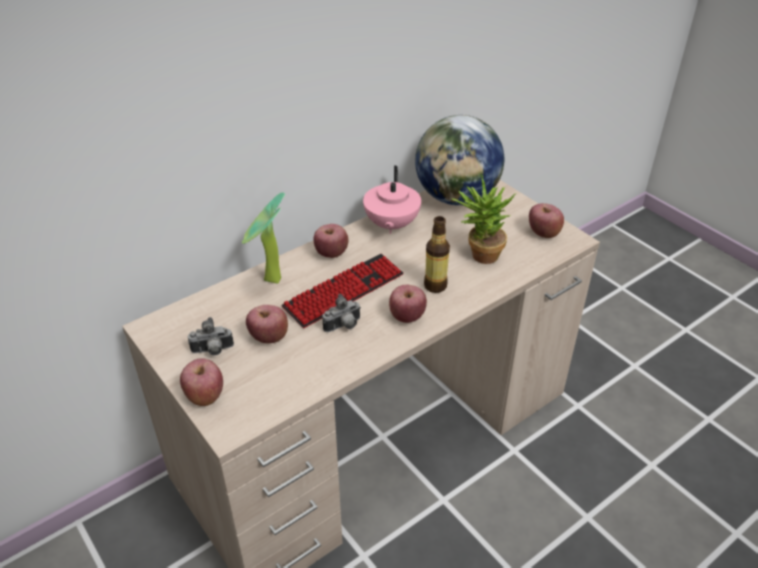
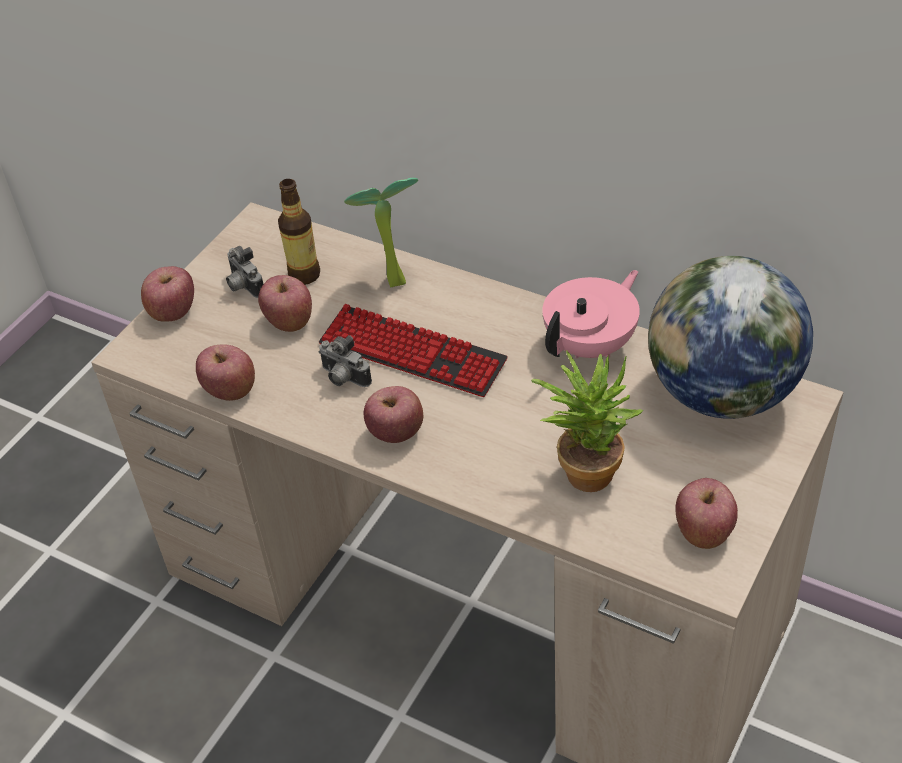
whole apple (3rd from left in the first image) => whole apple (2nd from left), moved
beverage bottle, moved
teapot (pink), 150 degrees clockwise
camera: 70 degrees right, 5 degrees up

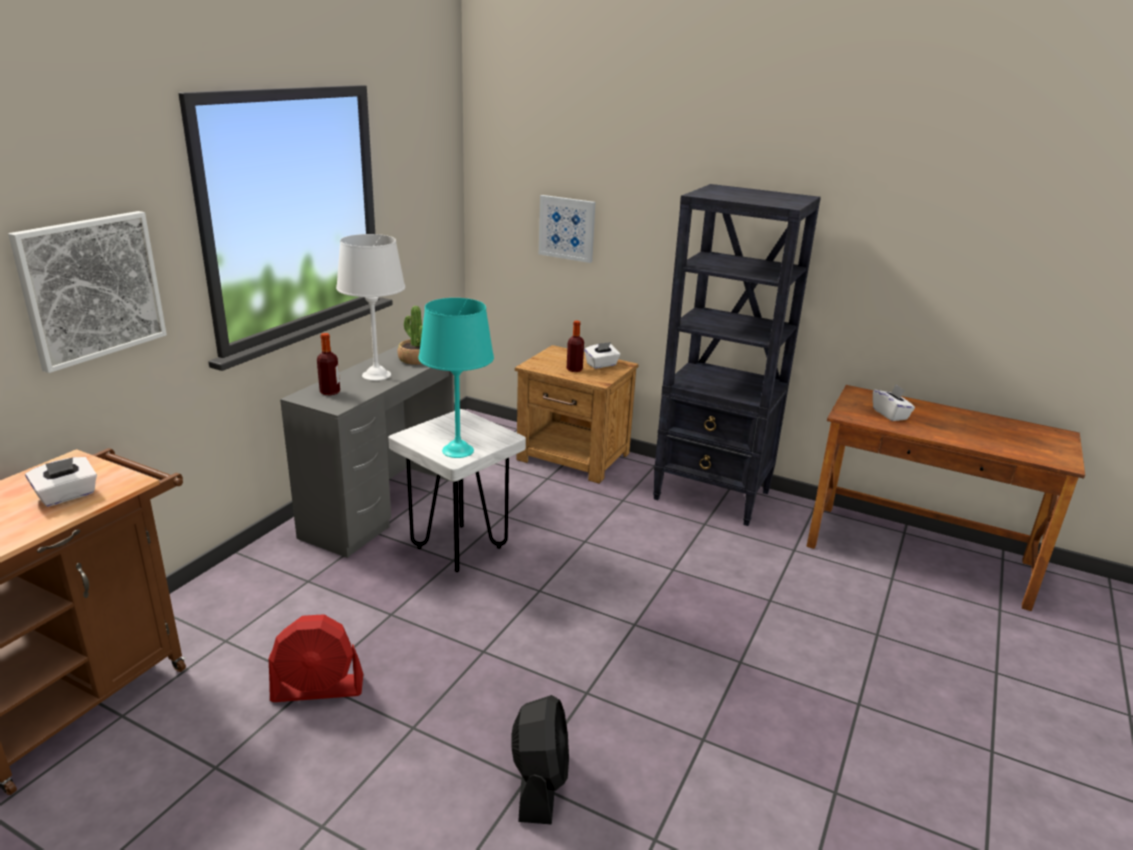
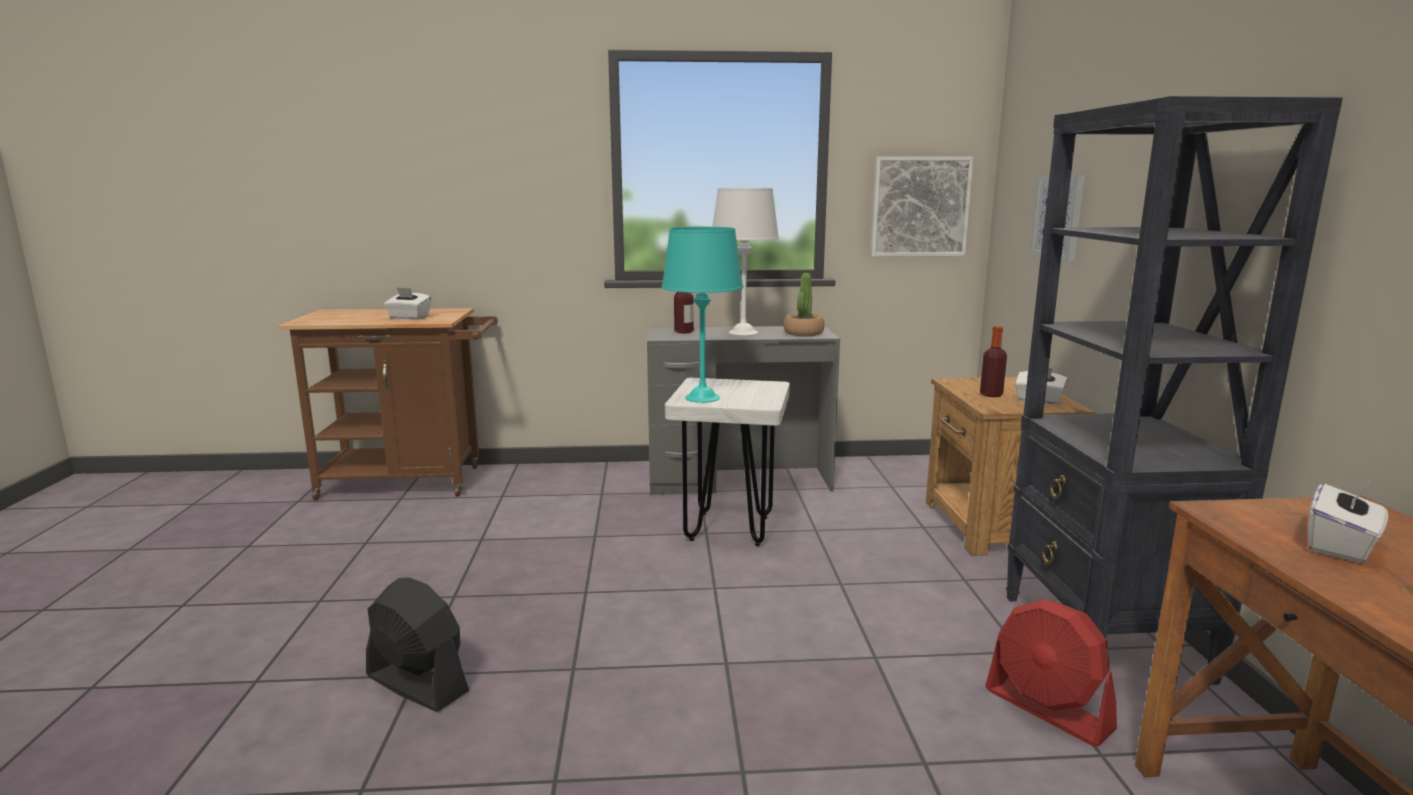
wall picture (1st from left), moved
cooling fan (red-coloured), moved
cooling fan (black-coloured), 120 degrees counterclockwise
camera: 60 degrees right, 10 degrees down

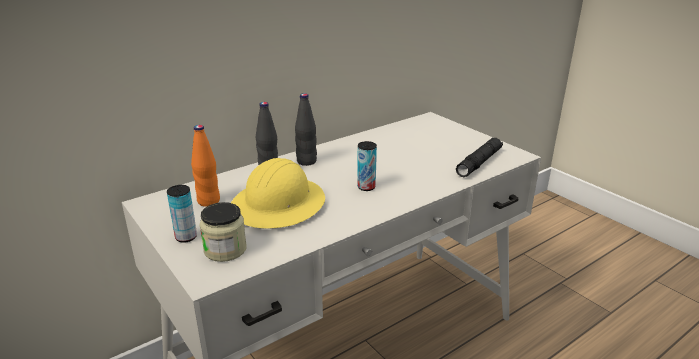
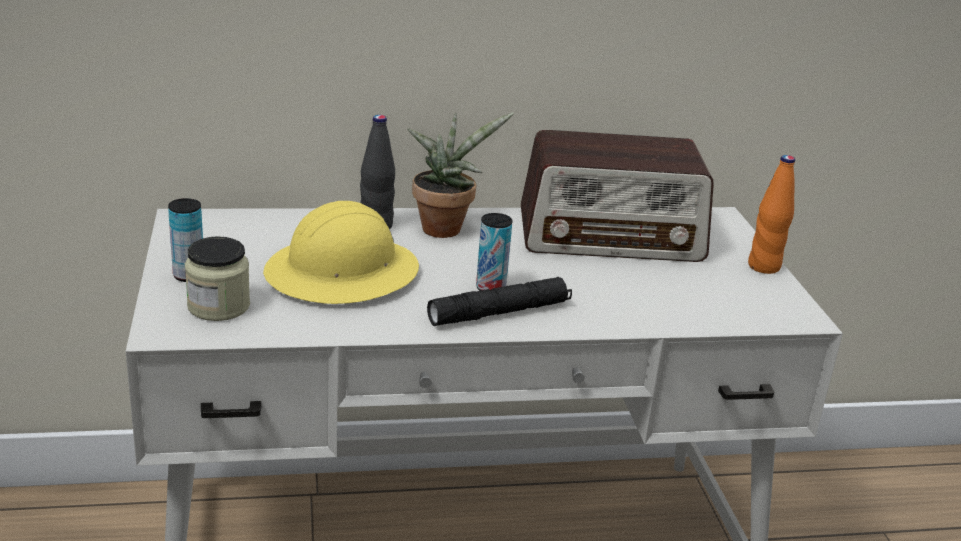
nothing => radio set
beverage bottle (orange), moved
flashlight (black-coloured), moved
beverage bottle (black-coloured) (2nd from left) => houseplant
camera: 25 degrees right, 0 degrees up

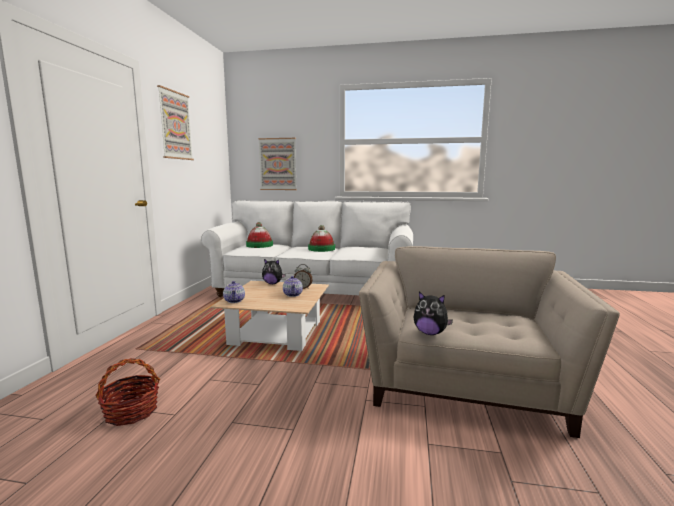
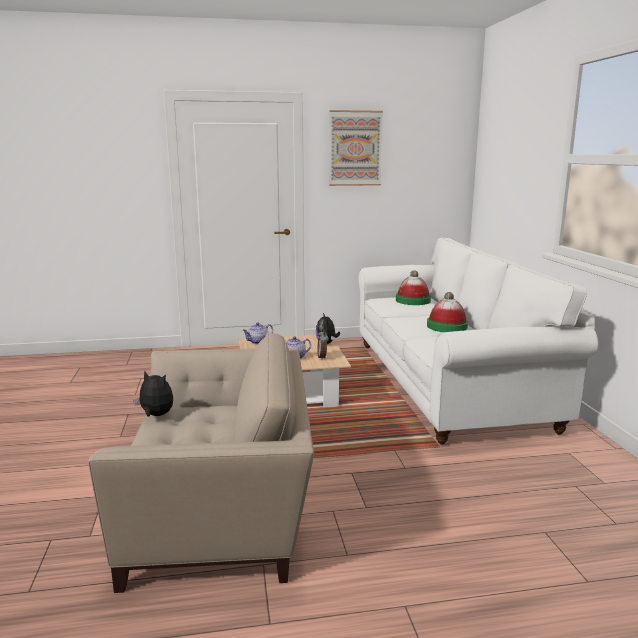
household basket => nothing
wall picture (2nd from left) => nothing
soft toy (2nd from left in the first image) => soft toy (1st from left), 105 degrees clockwise
camera: 70 degrees right, 5 degrees up

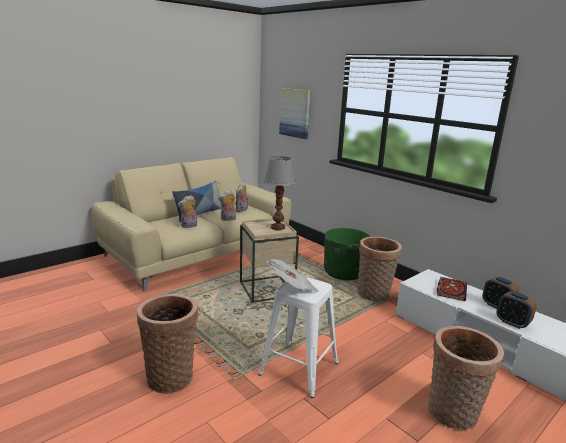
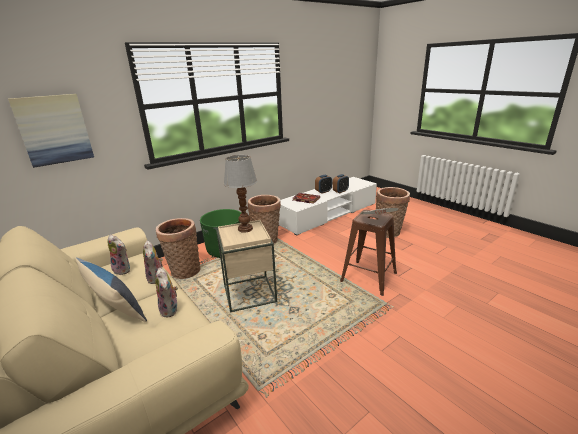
household basket (1st from left), moved
stool seat (white) => stool seat (brownish)
camera: 85 degrees left, 5 degrees up

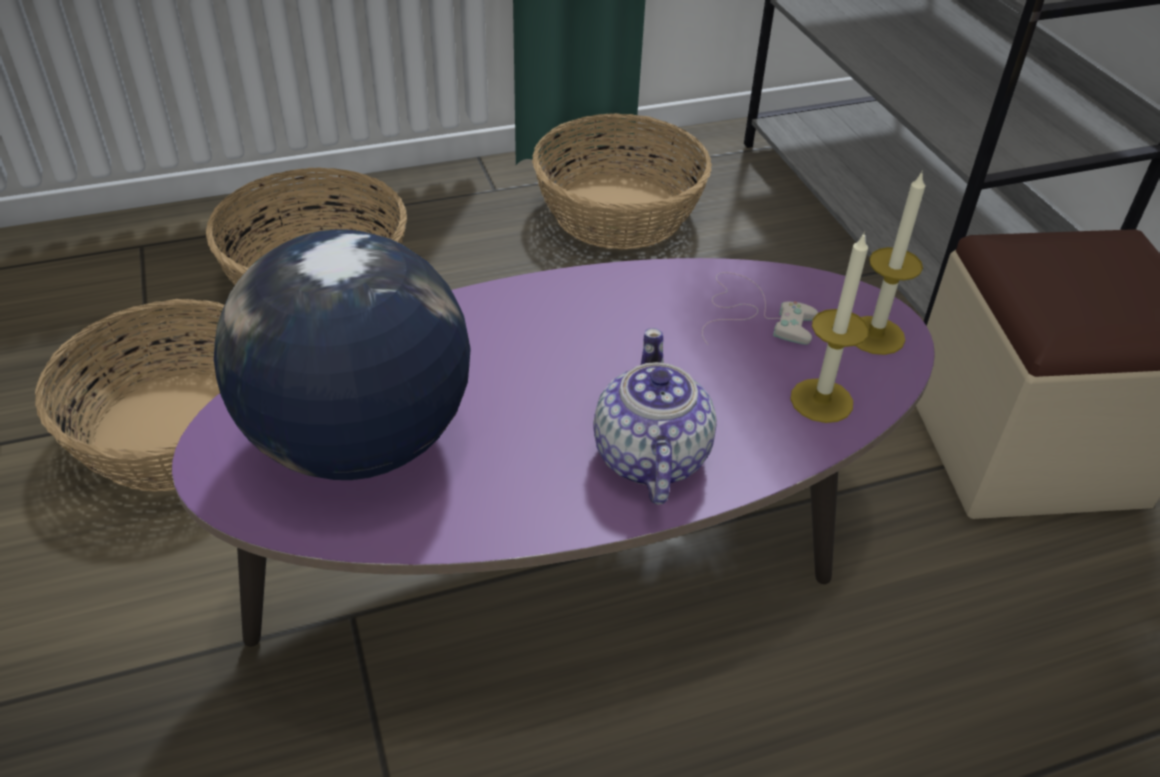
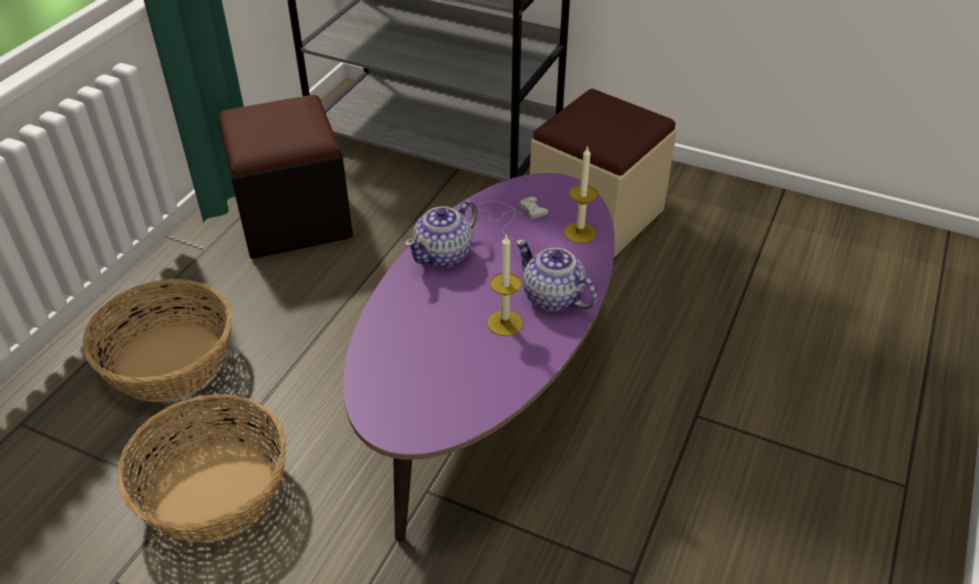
desk globe => nothing
nothing => teapot (1st from left)
candle (2nd from left in the first image) => candle (1st from left), moved
household basket (3rd from left) => footrest (black-coloured)
camera: 45 degrees left, 0 degrees up

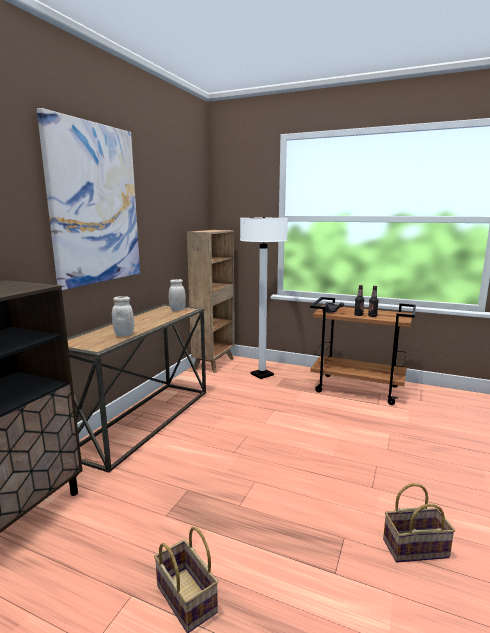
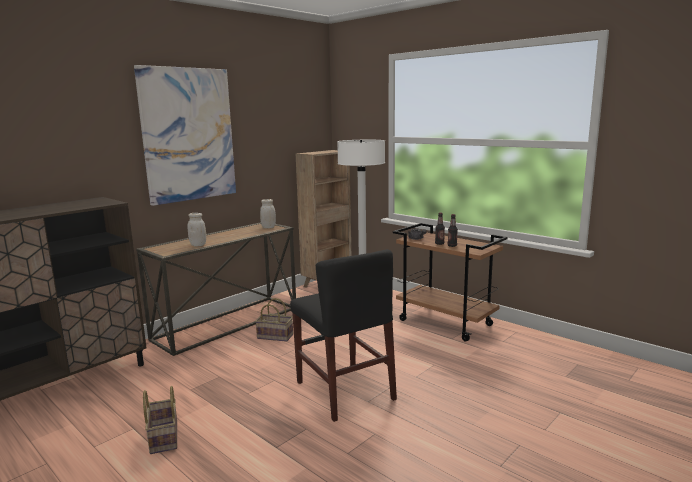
nothing => chair (black-coloured)
household basket (2nd from left), moved
camera: 20 degrees right, 0 degrees up

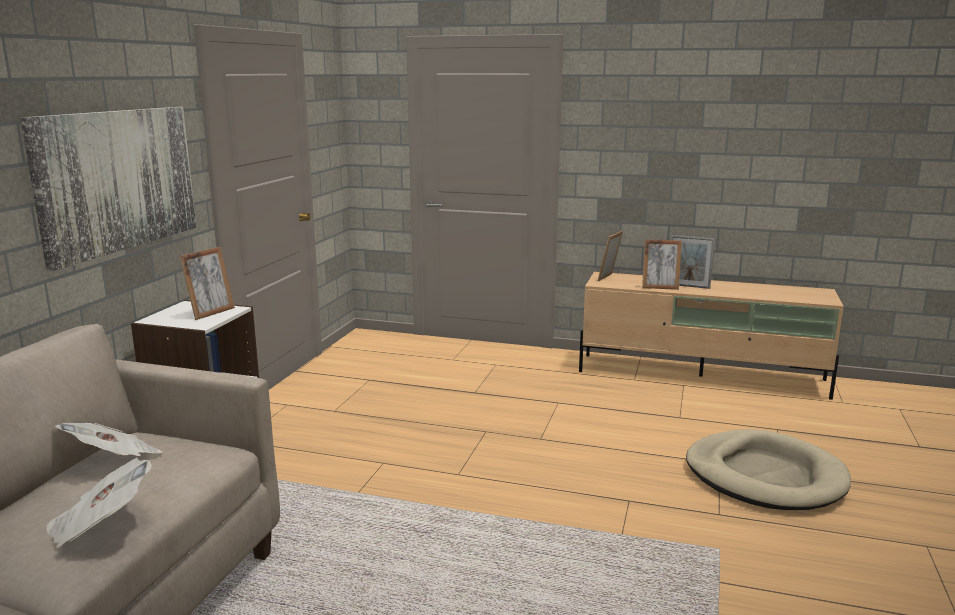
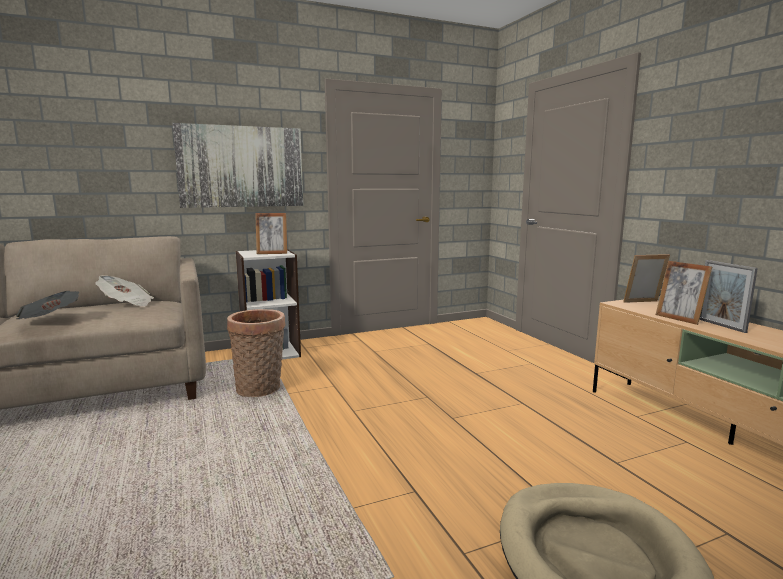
nothing => household basket
camera: 50 degrees right, 5 degrees down

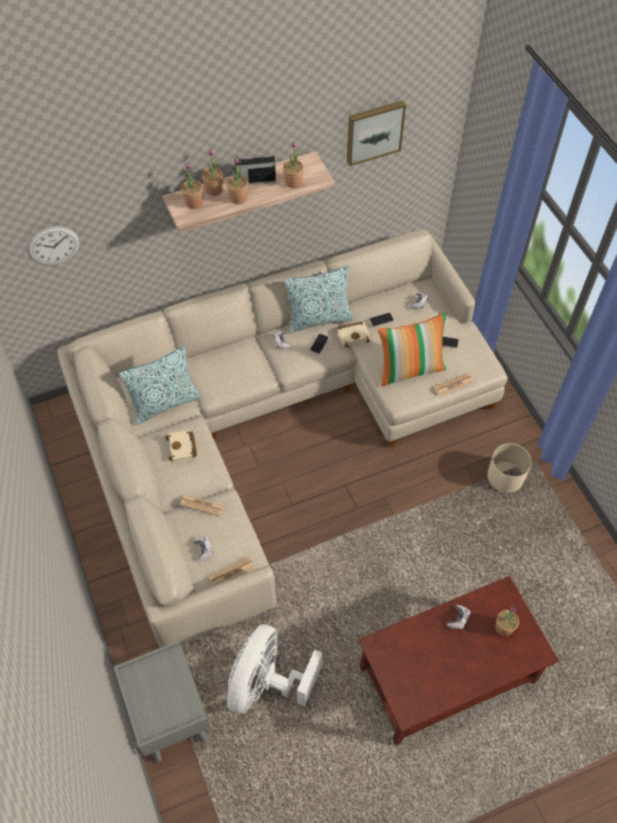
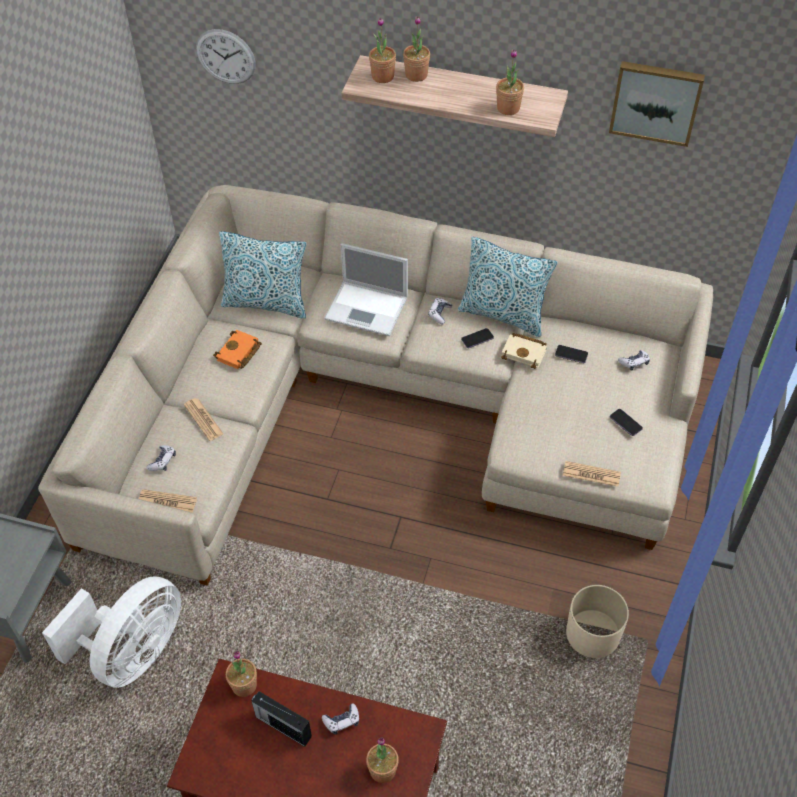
throw pillow (3rd from left) => nothing
nothing => laptop
houseplant (3rd from left in the first image) => houseplant (1st from left), moved
radio set, moved
volume (beige-coloured) (1st from left) => volume (orange)
cooling fan (white), 150 degrees clockwise
camera: 40 degrees right, 5 degrees down

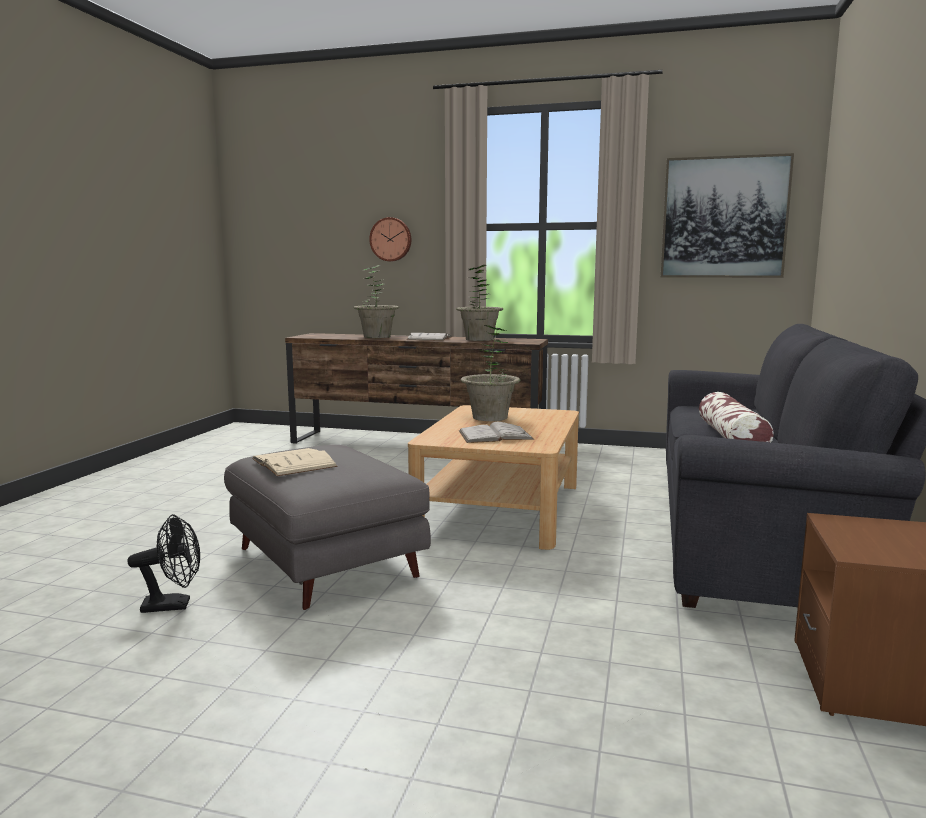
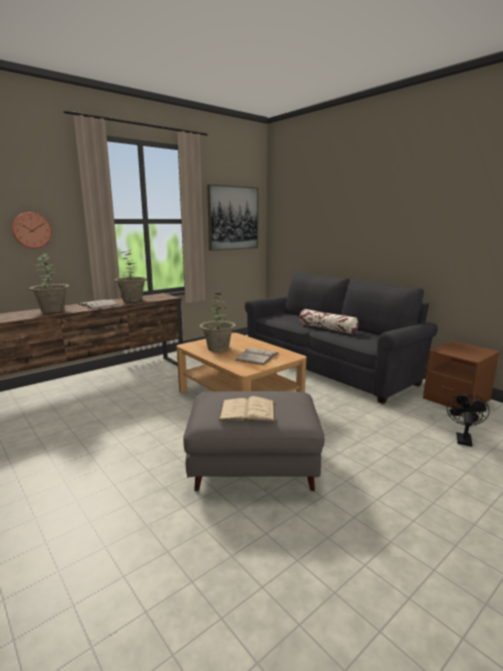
cooling fan (black-coloured), moved
camera: 55 degrees left, 5 degrees up

